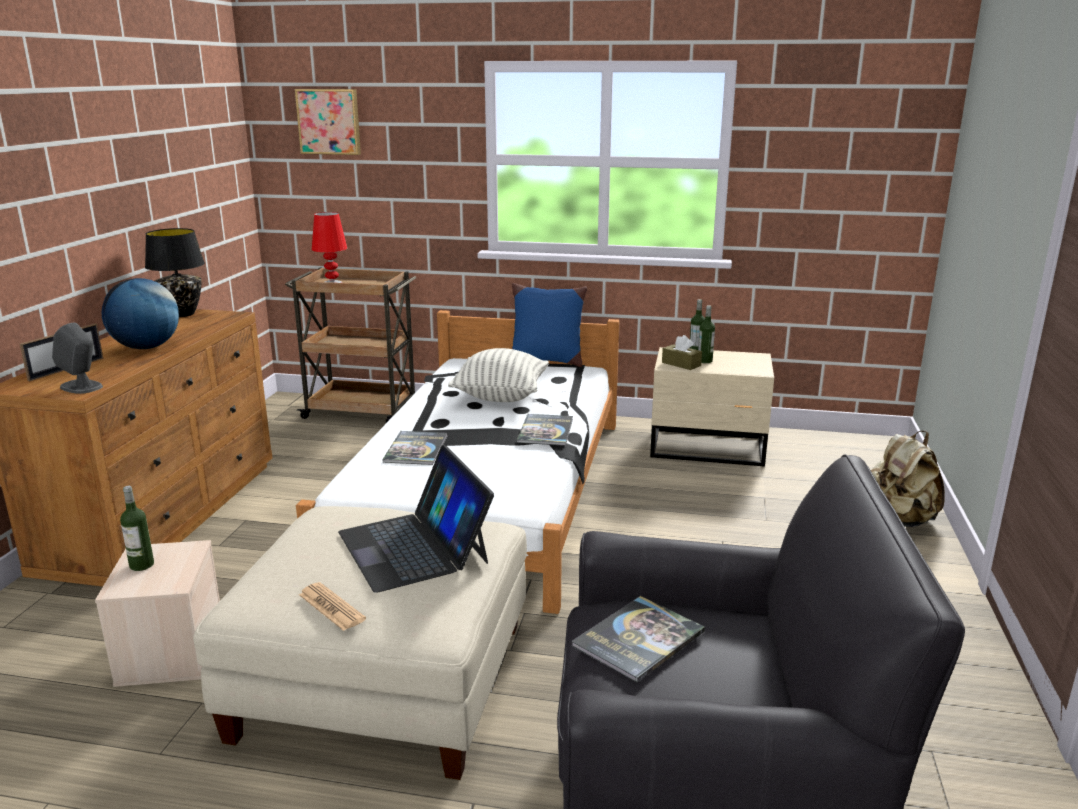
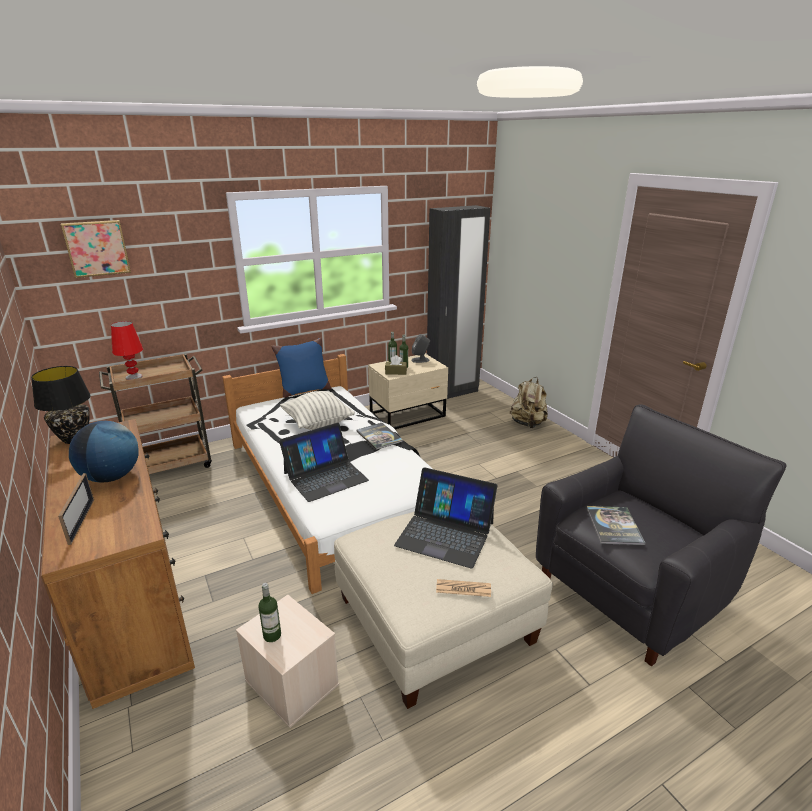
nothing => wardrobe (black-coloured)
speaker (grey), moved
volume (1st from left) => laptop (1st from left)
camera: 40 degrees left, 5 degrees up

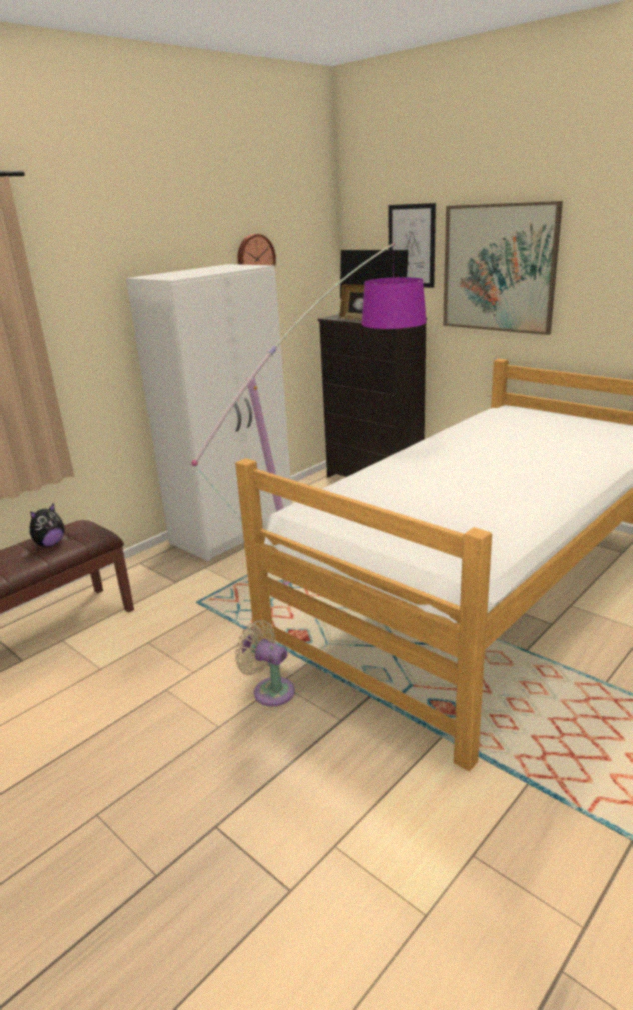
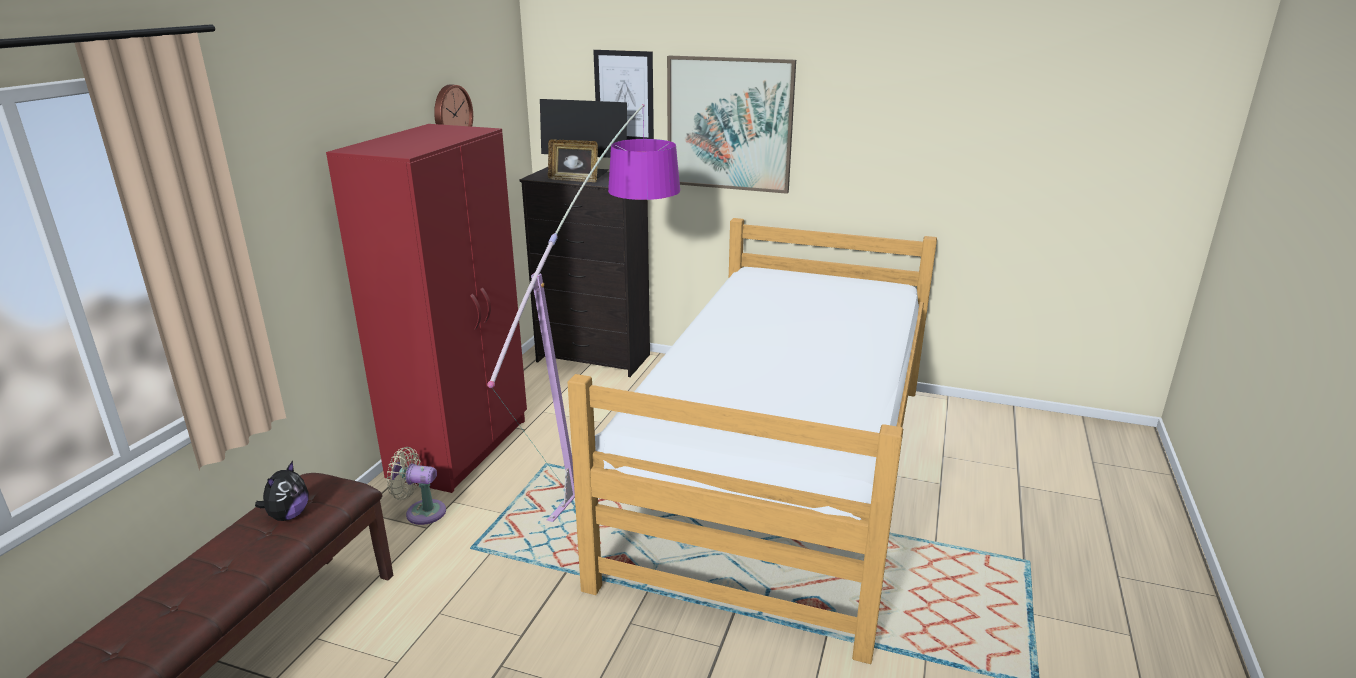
cooling fan (beige-coloured), moved
wardrobe (white) => wardrobe (red-coloured)
camera: 25 degrees left, 0 degrees up

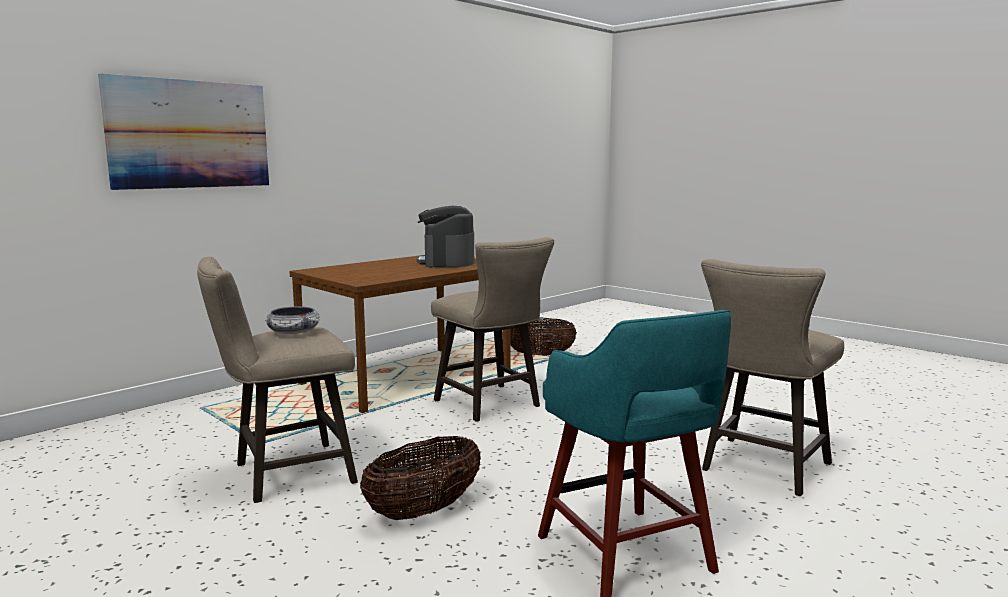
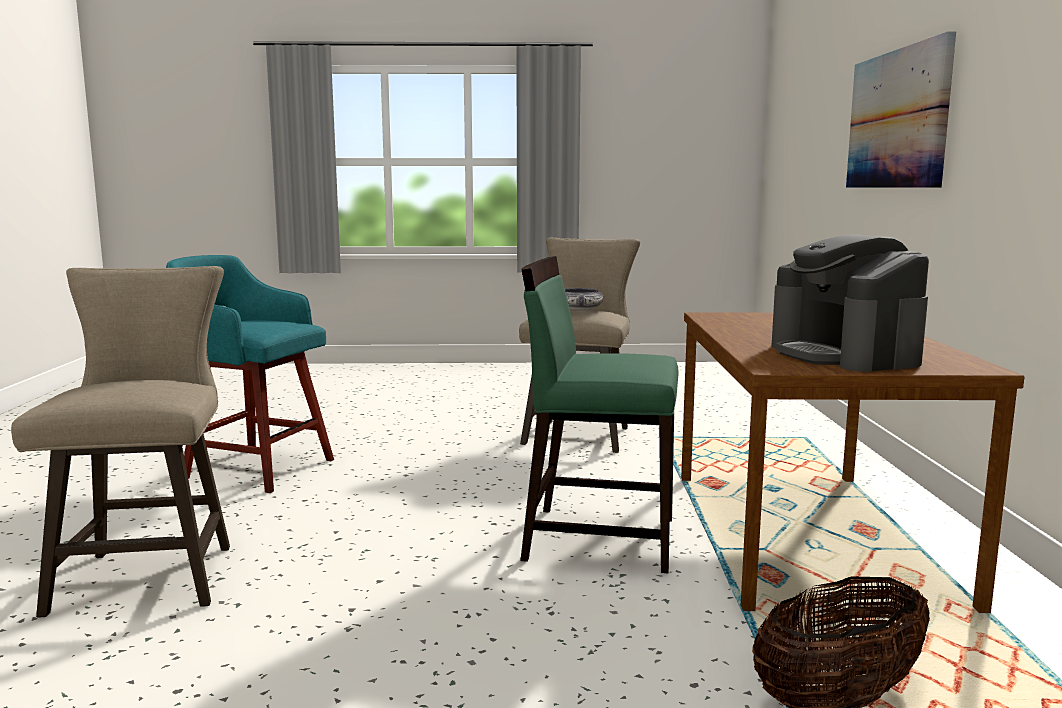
household basket (1st from left) => nothing
stool seat (beige-coloured) (2nd from left) => chair (green)
coffee brewer, 150 degrees counterclockwise
camera: 135 degrees right, 0 degrees up

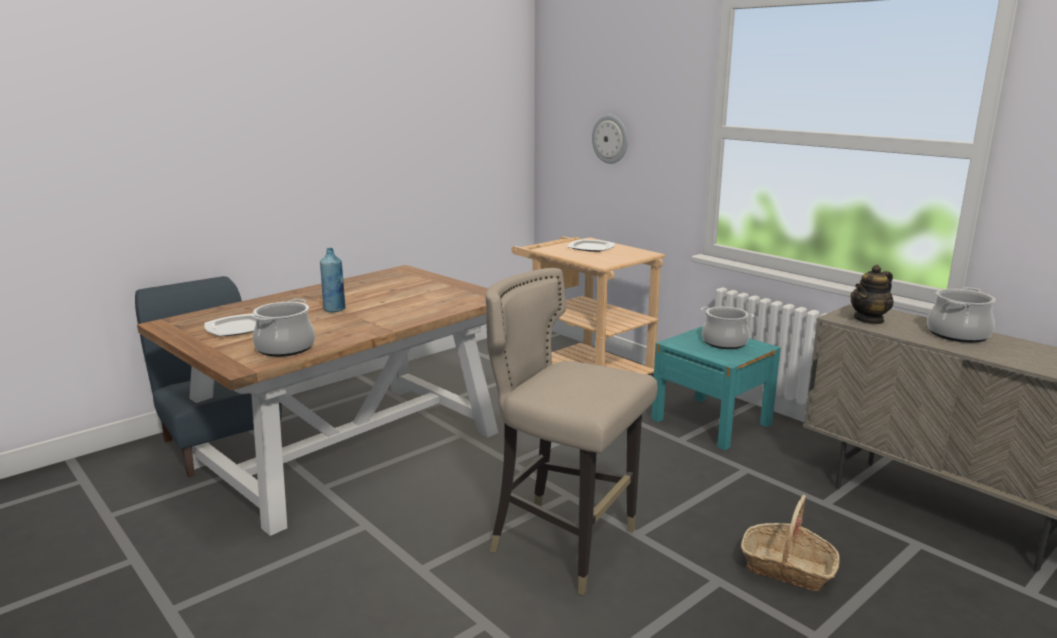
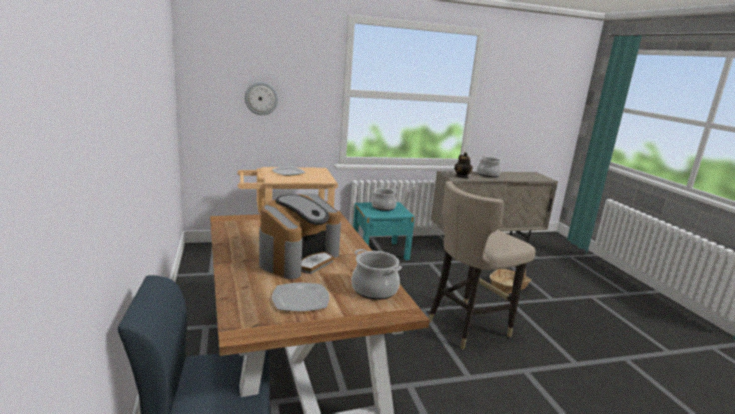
beverage bottle (blue-coloured) => coffee brewer
camera: 65 degrees left, 0 degrees up

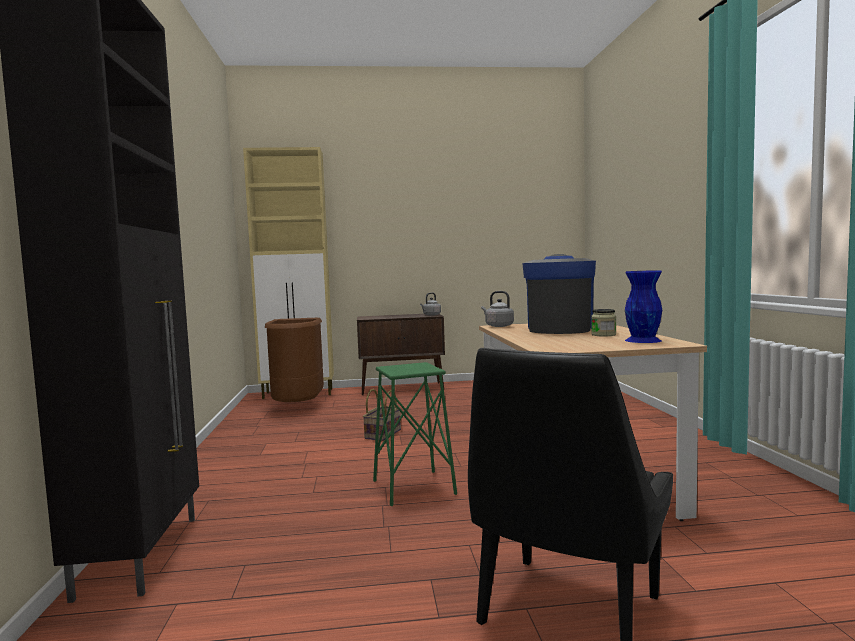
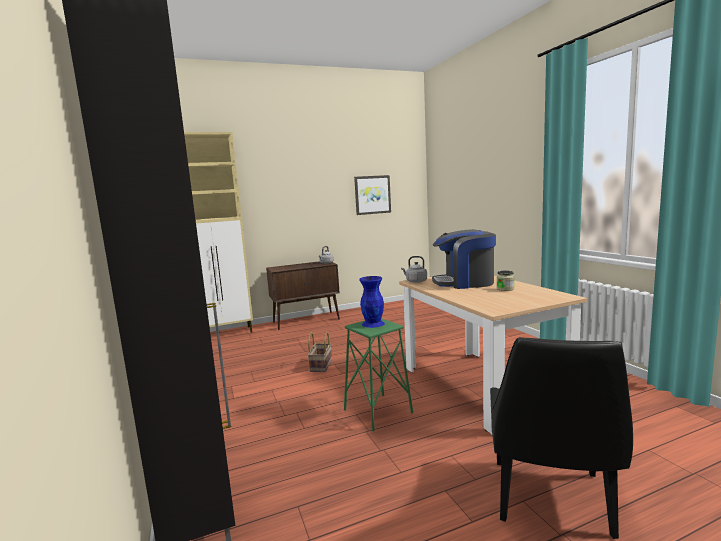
waste bin (brownish) => nothing
nothing => wall picture
flower vase (blue-coloured), moved
coffee brewer, 90 degrees counterclockwise
camera: 15 degrees left, 5 degrees up

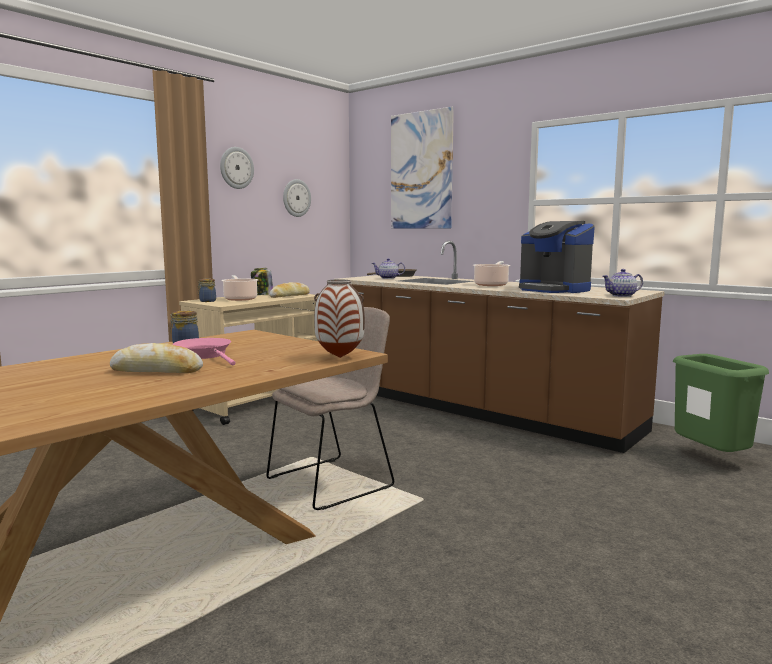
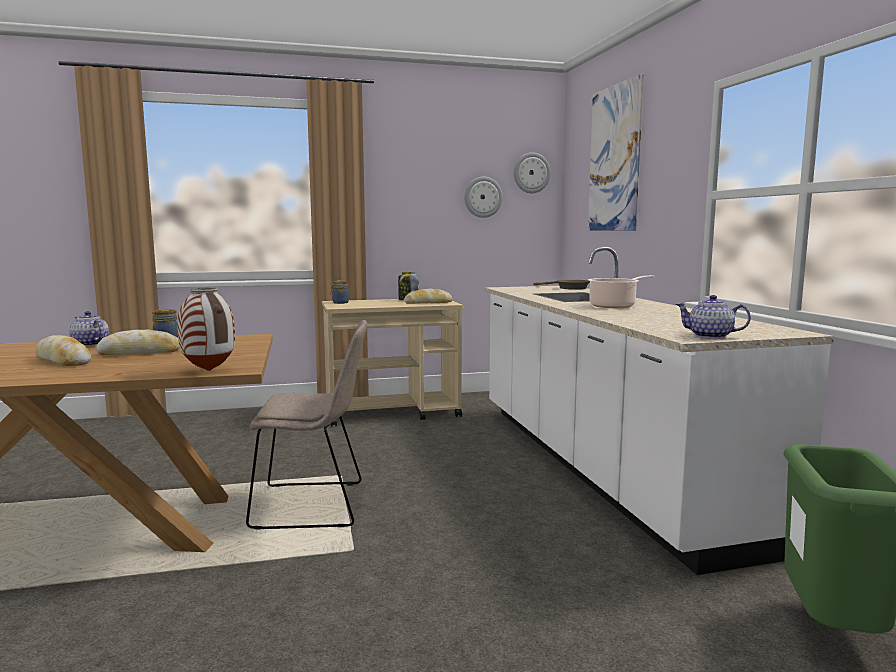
stockpot (1st from left) => nothing
coffee brewer => nothing
wall clock (1st from left in the first image) => wall clock (2nd from left), moved
teapot (1st from left), moved
pan (pink) => bakery bread (2nd from left)
kitchen base unit (brownish) => kitchen base unit (white)
camera: 35 degrees right, 0 degrees up

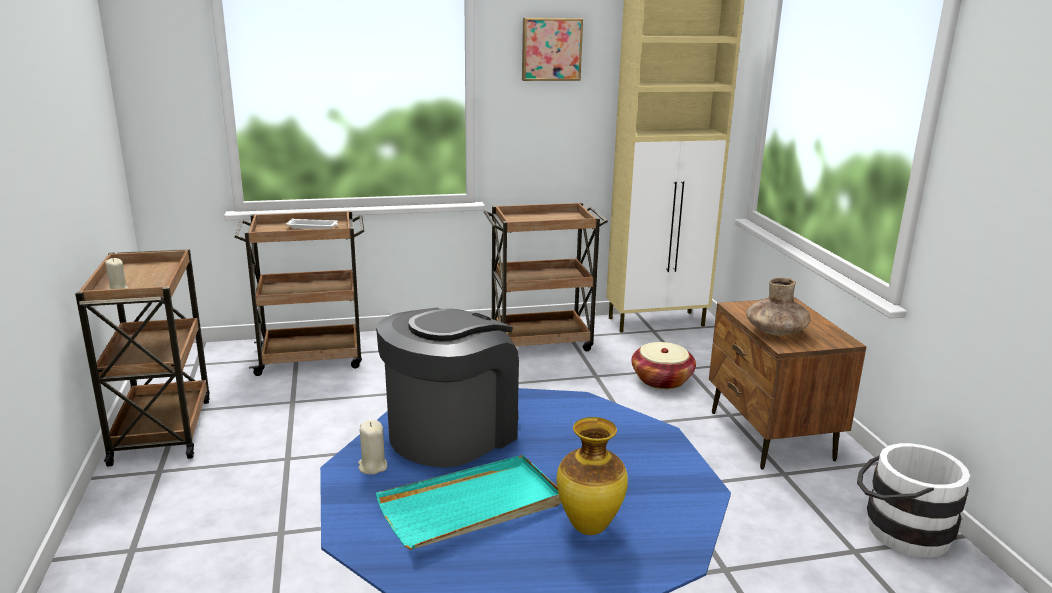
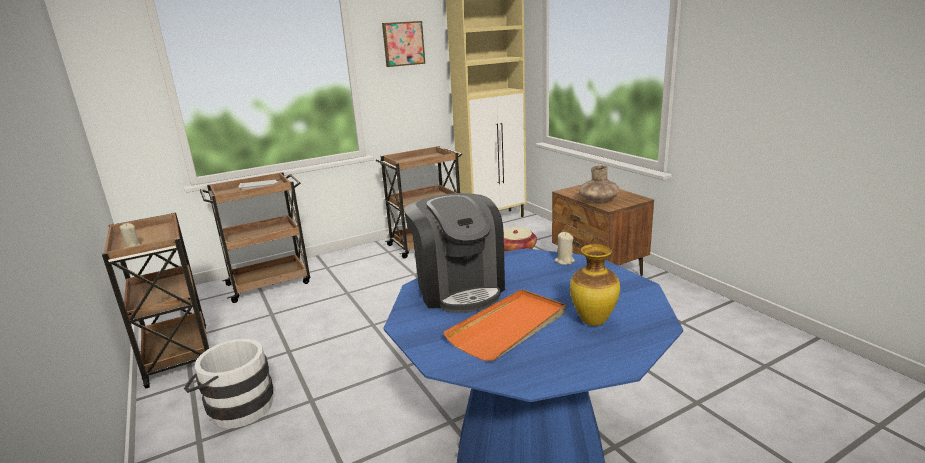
candle (beige-coloured) (2nd from left), moved
bucket (white), moved
serving tray (turquoise) => serving tray (orange)
coffee brewer, 135 degrees clockwise
camera: 15 degrees left, 0 degrees up

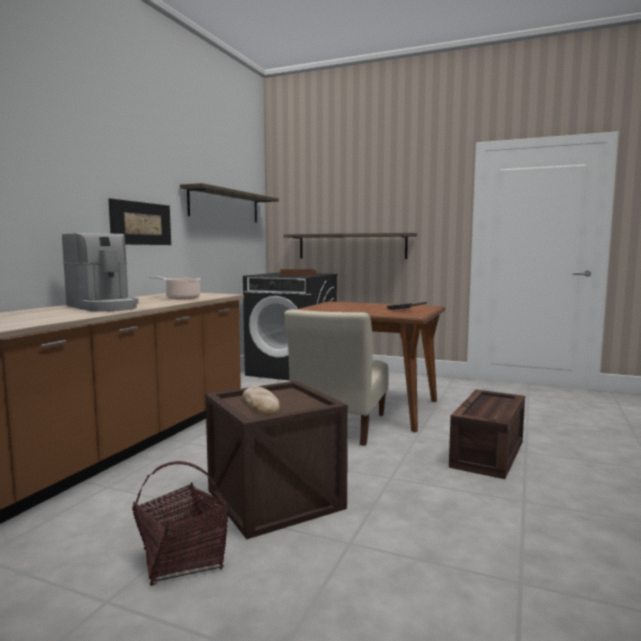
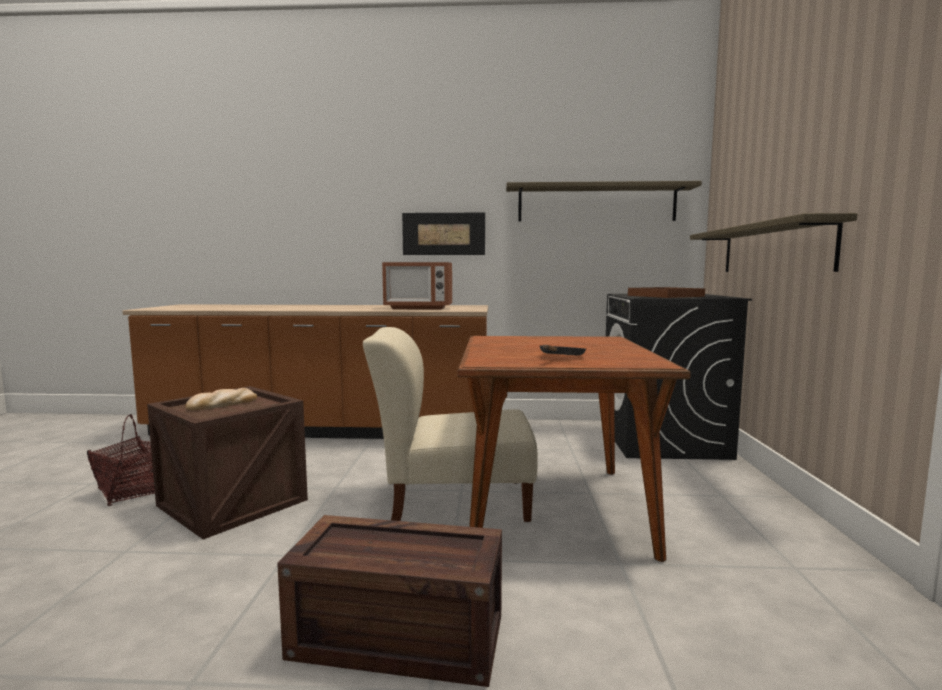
coffee brewer => nothing
stockpot => microwave oven
camera: 70 degrees right, 0 degrees up

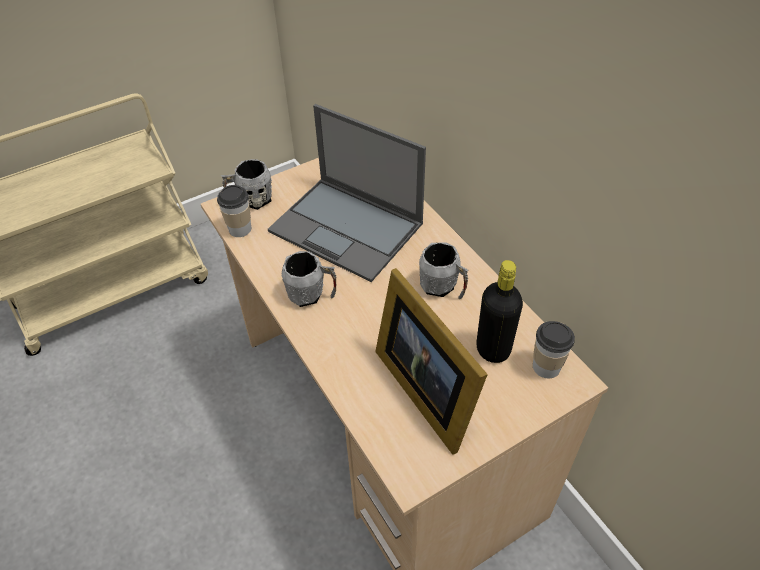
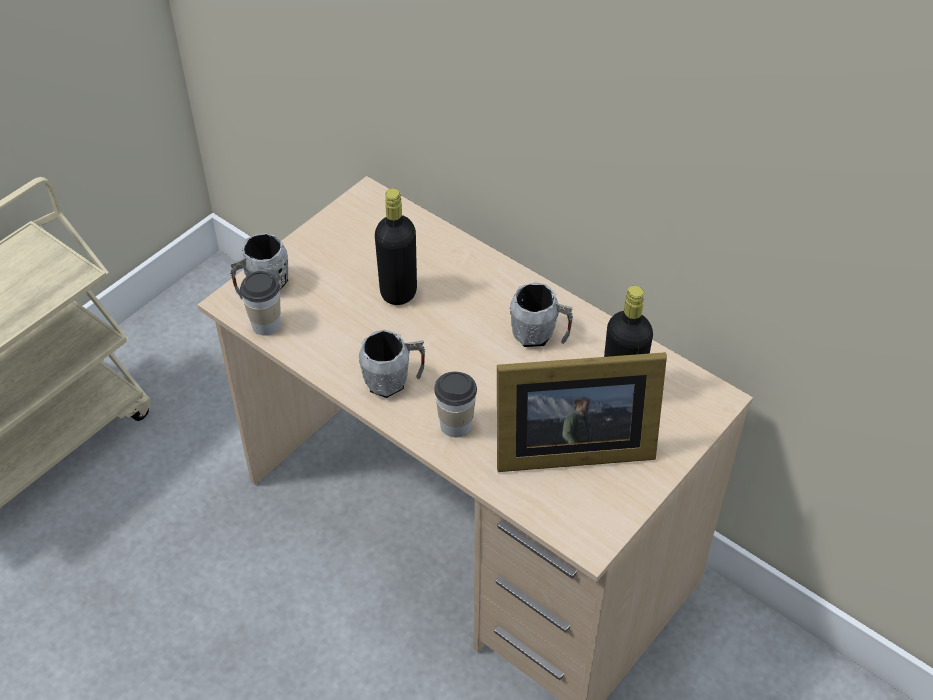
small cup (2nd from left), moved
laptop => beverage bottle (black-coloured) (1st from left)
standing frame, 45 degrees counterclockwise
camera: 20 degrees left, 0 degrees up

